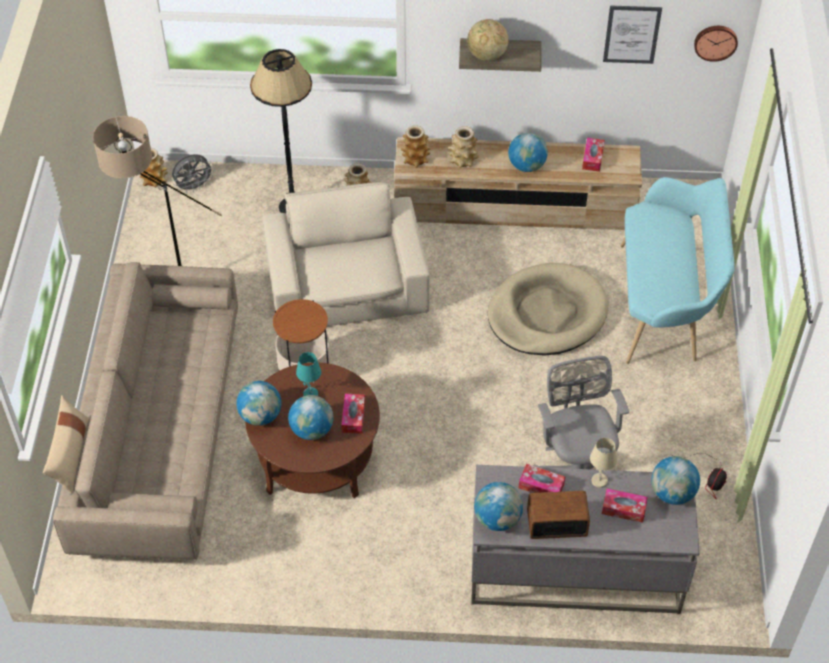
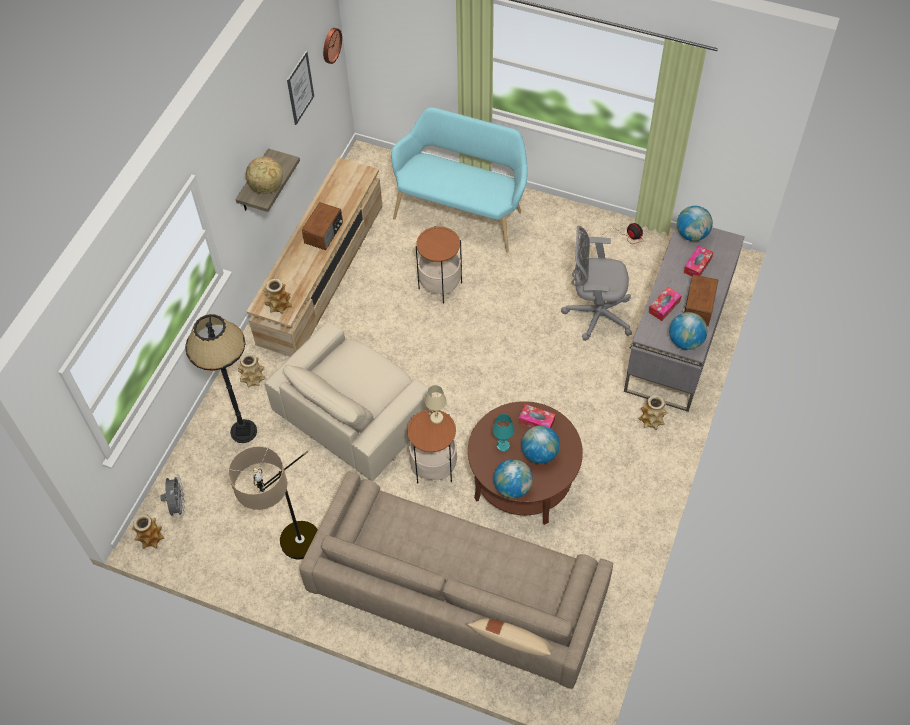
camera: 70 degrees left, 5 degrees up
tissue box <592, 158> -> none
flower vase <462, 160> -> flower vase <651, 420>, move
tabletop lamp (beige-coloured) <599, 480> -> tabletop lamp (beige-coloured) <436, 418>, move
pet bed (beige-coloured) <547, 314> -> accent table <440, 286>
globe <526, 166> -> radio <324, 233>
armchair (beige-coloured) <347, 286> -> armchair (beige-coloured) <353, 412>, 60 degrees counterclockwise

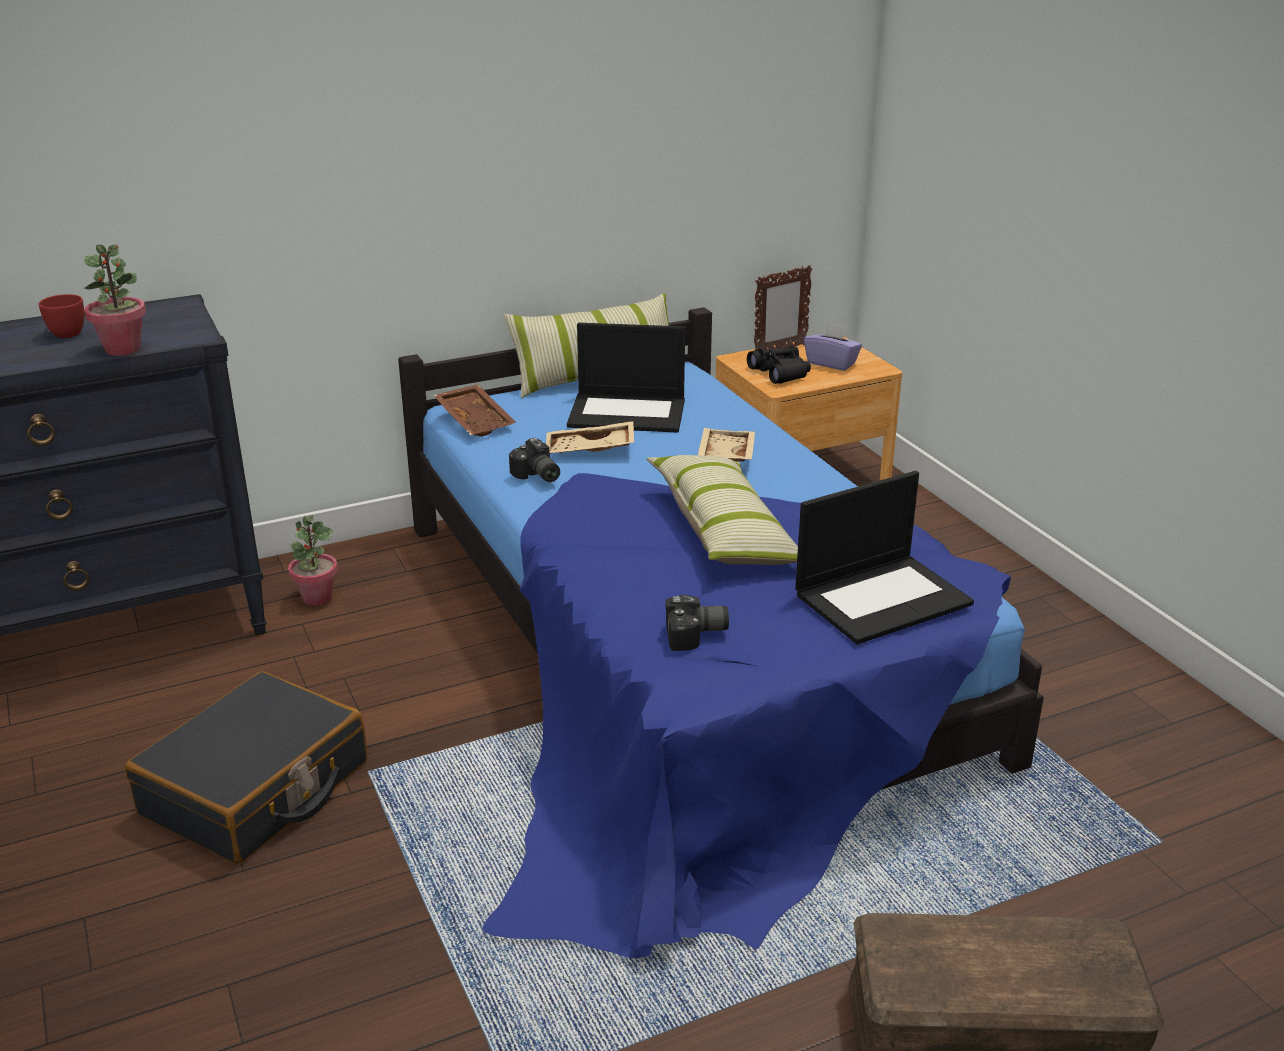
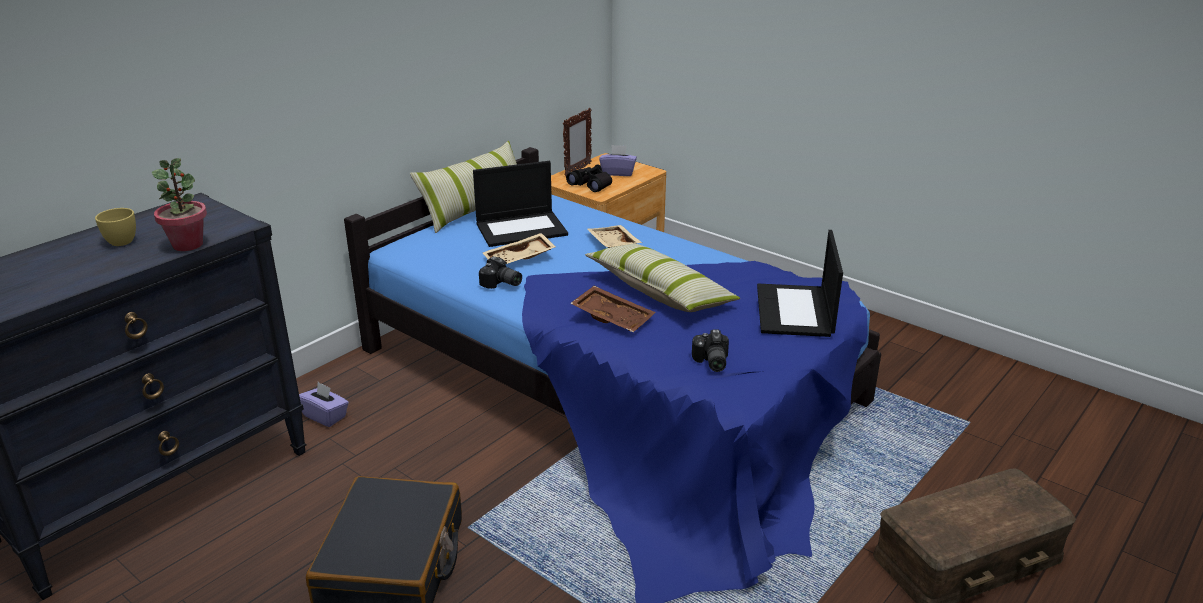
camera: 25 degrees left, 0 degrees up
carrying tray (brown) <476, 420> -> carrying tray (brown) <613, 317>, move
houseplant <317, 597> -> tissue box (purple) <325, 416>
drinking cup (reddish) <65, 332> -> drinking cup (yellow-coloured) <118, 241>
photo camera <697, 636> -> photo camera <710, 362>, 120 degrees clockwise
portable computer <883, 598> -> portable computer <795, 311>, 150 degrees clockwise

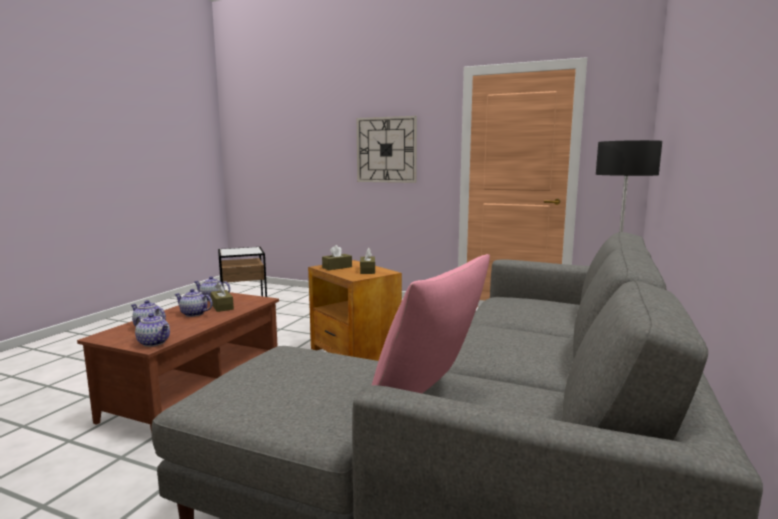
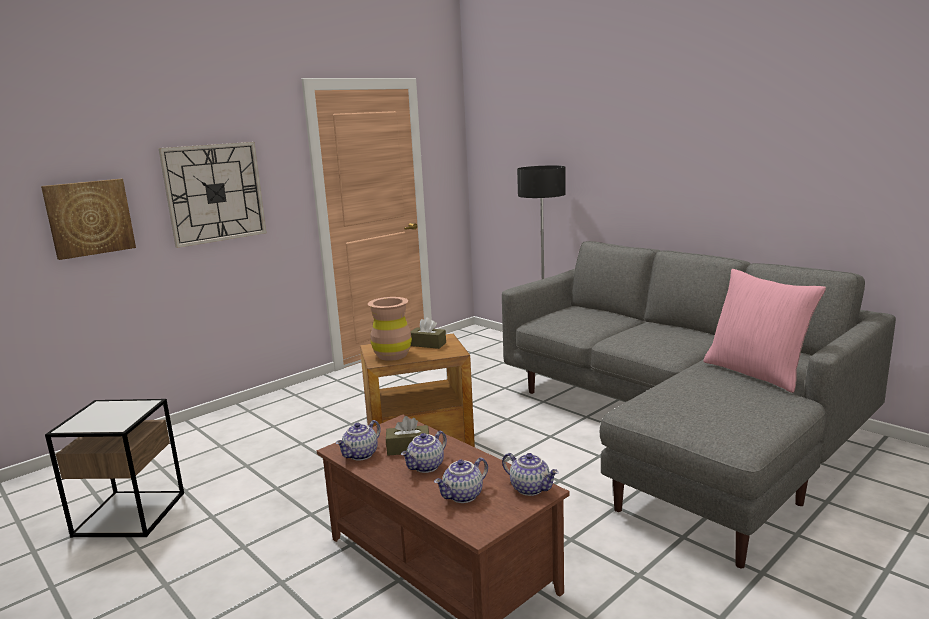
camera: 65 degrees left, 5 degrees up
none -> wall art <89, 218>
tissue box (brown) <337, 267> -> flower vase (brown) <392, 355>
pot for tea <155, 342> -> pot for tea <531, 488>, 75 degrees clockwise

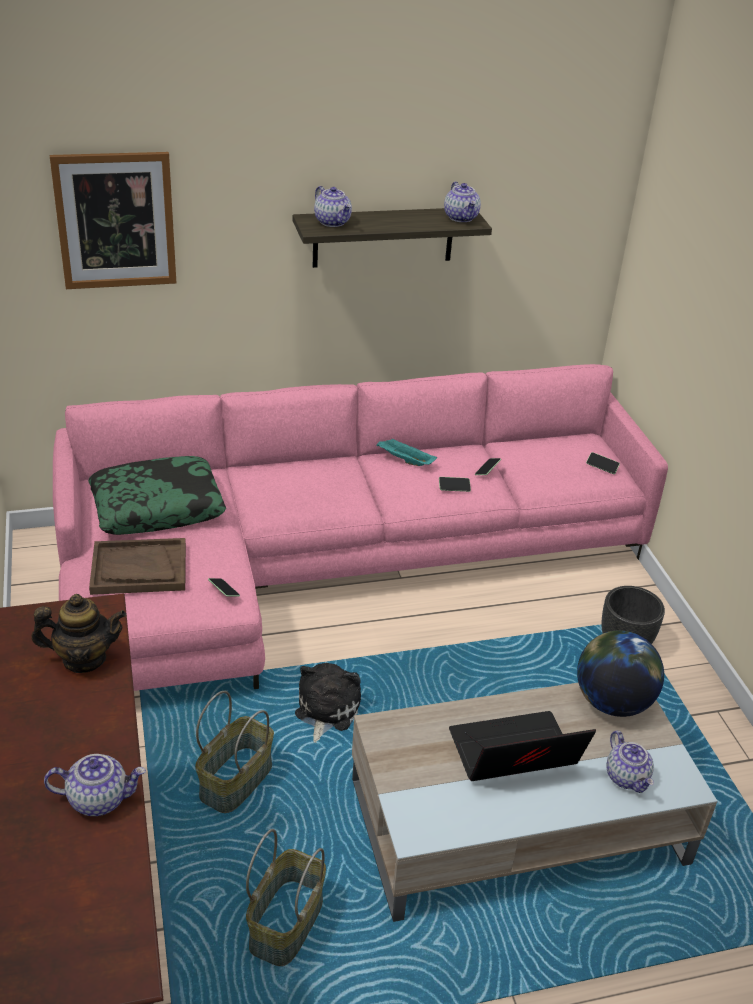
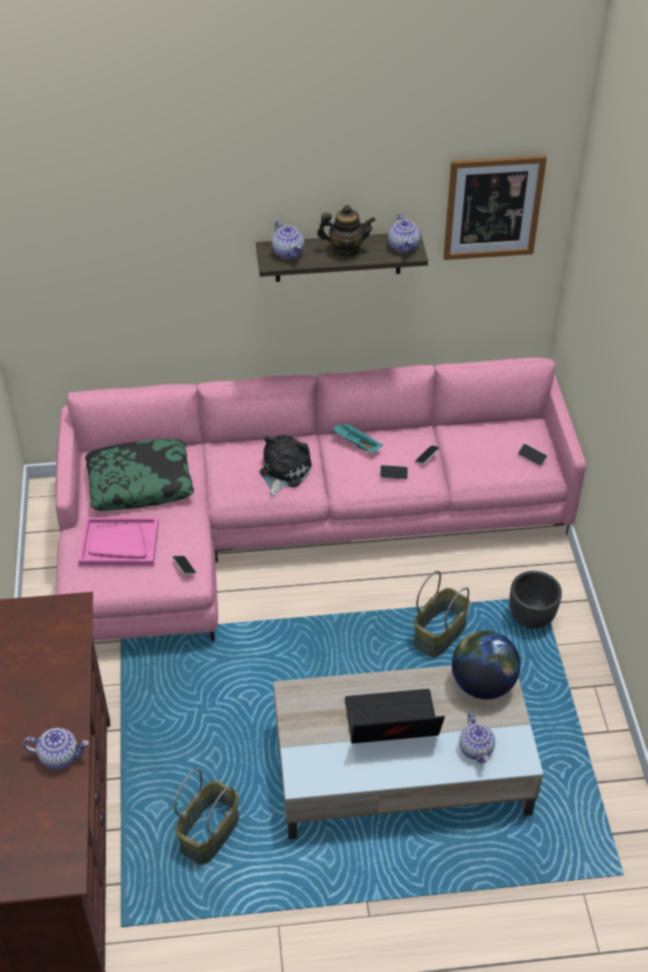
camera: 10 degrees right, 10 degrees up
pot for tea <84, 659> -> pot for tea <346, 249>, move
wall art <115, 221> -> wall art <493, 207>, move
basket <235, 780> -> basket <439, 633>, move
soft toy <325, 711> -> soft toy <283, 472>, move
carrying tray (brown) <139, 569> -> carrying tray (pinkish) <119, 543>

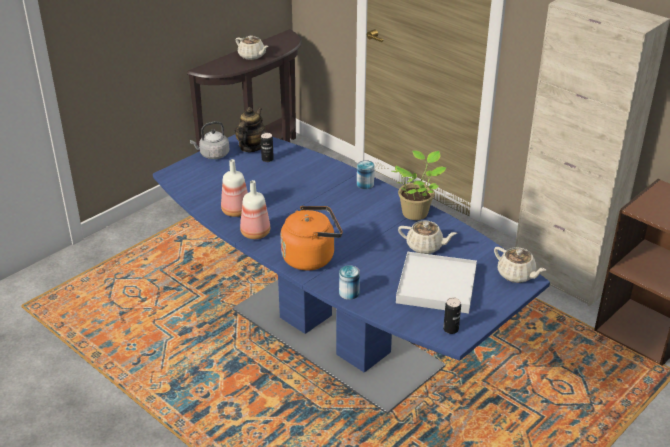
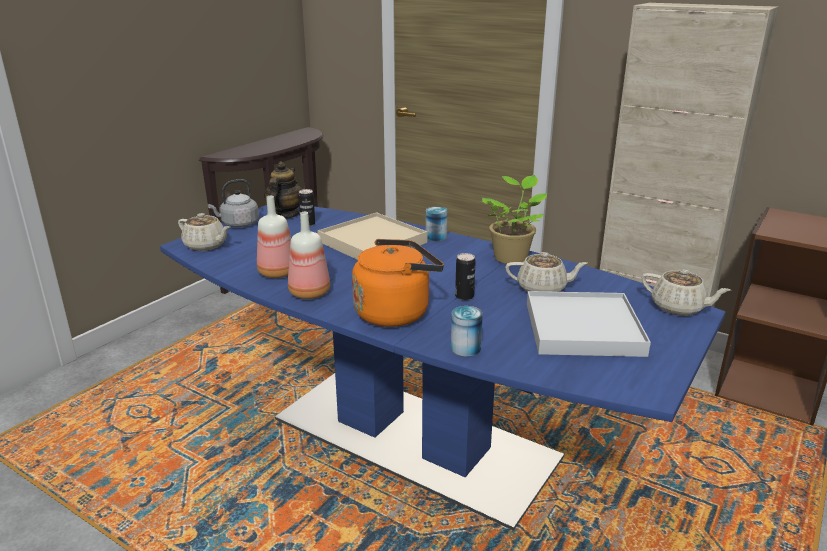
camera: 10 degrees left, 10 degrees down
none -> carrying tray (beige-coloured) <373, 242>
pot for tea (beige-coloured) <252, 56> -> pot for tea (beige-coloured) <206, 246>, move
sealed can <451, 329> -> sealed can <464, 296>, move

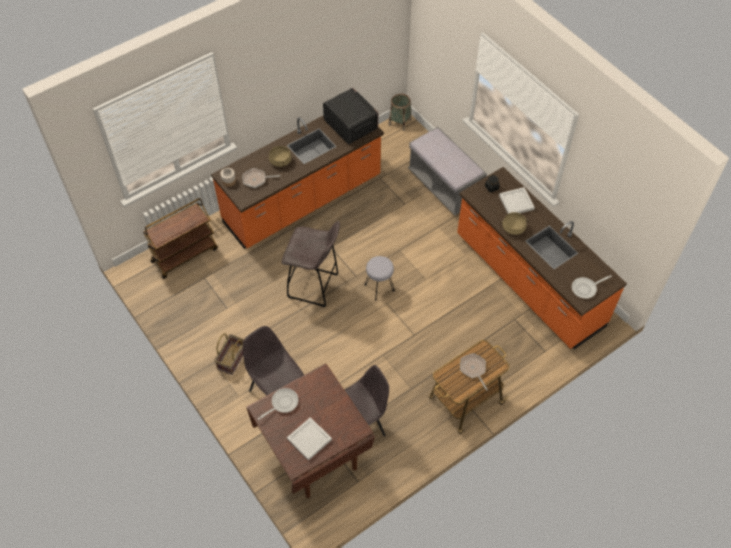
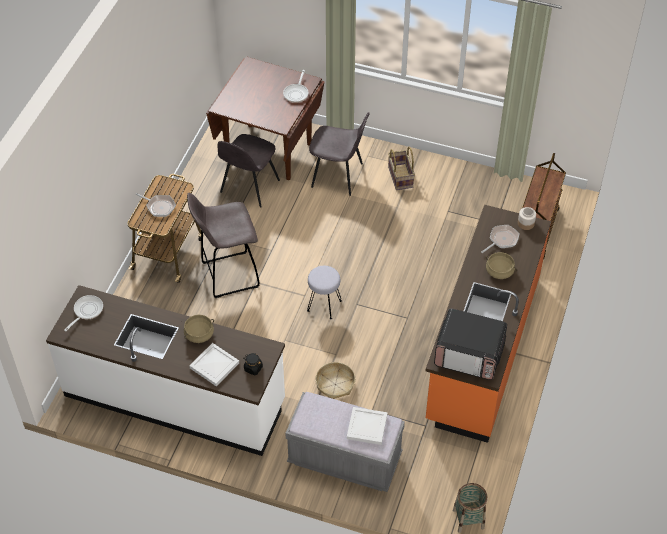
camera: 145 degrees right, 5 degrees down
none -> basket <335, 384>
stool seat (gray) <314, 286> -> stool seat (gray) <228, 275>, move
carrying tray (whitish) <309, 440> -> carrying tray (whitish) <366, 426>, move
kitchen base unit (orange-coloured) <528, 281> -> kitchen base unit (whitish) <175, 398>

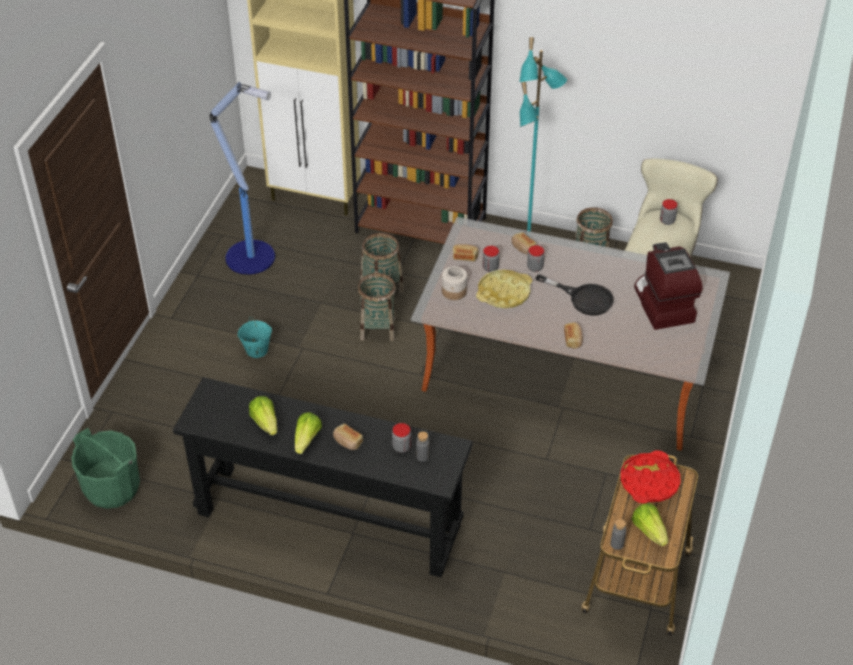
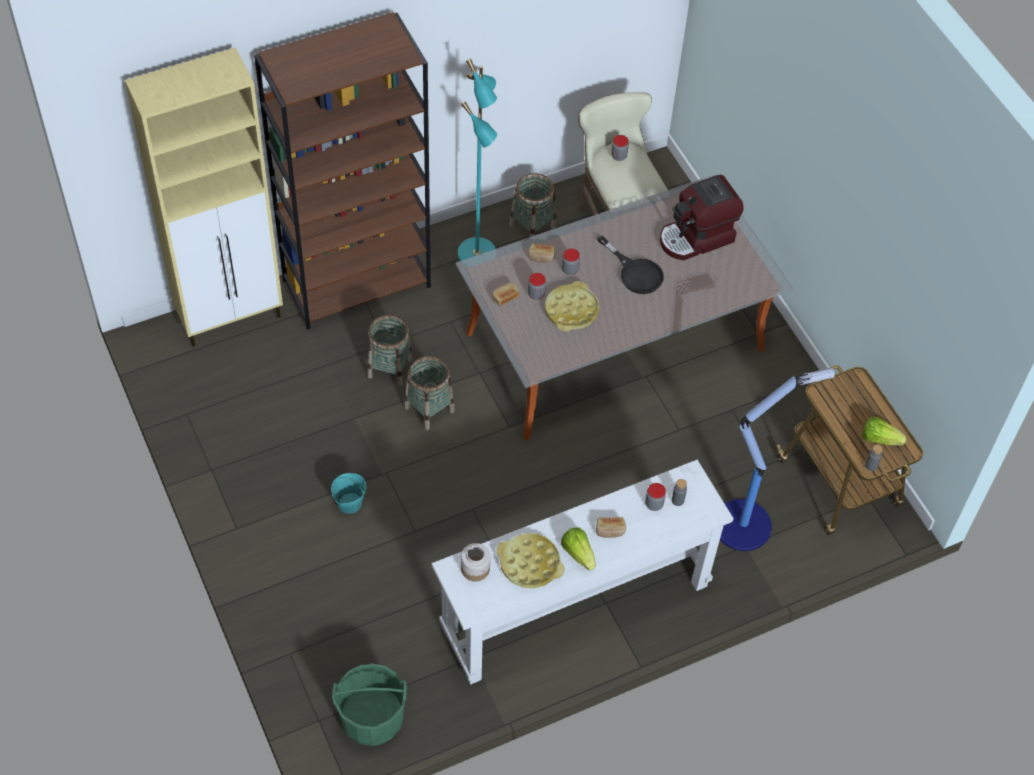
camera: 45 degrees left, 10 degrees up
baked bread <573, 339> -> none
carrying tray (reddish) <649, 481> -> none
floor lamp <252, 258> -> floor lamp <744, 524>, move
jar <454, 291> -> jar <475, 569>, move
lettuce <265, 422> -> carrying tray (yellow-coloured) <529, 564>
narrow table (blackish) <328, 519> -> narrow table (whitish) <575, 606>
pan (blackish) <584, 298> -> pan (blackish) <635, 273>, 60 degrees clockwise
coffee machine <662, 304> -> coffee machine <696, 238>, 60 degrees counterclockwise

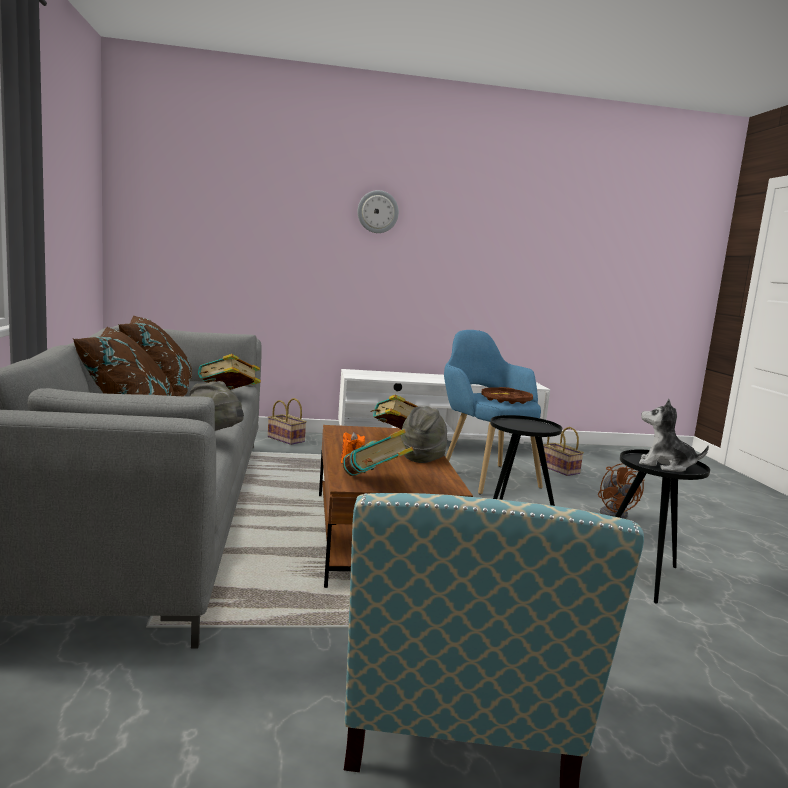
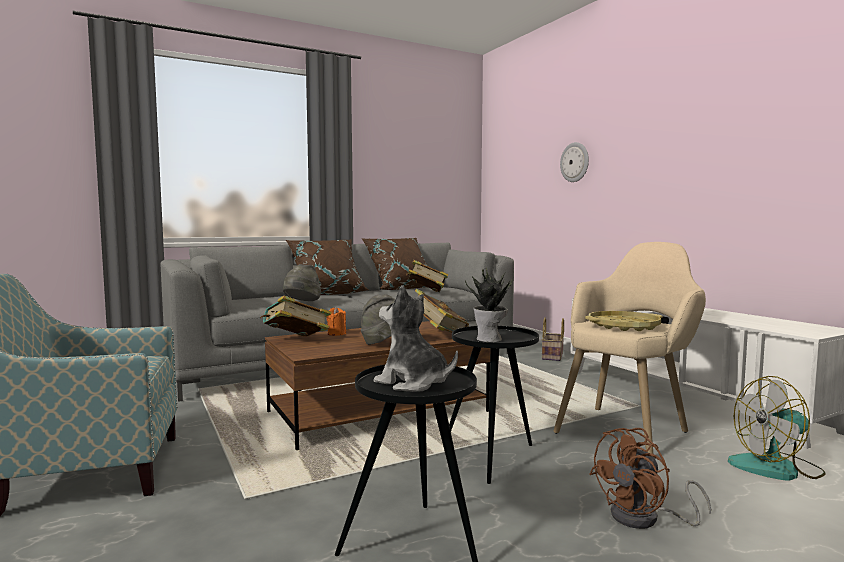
camera: 70 degrees right, 5 degrees down
none -> houseplant <490, 339>
hanging clock <378, 212> -> hanging clock <575, 162>, move
basket <560, 469> -> electric fan <776, 468>
armchair (bluish) <483, 475> -> armchair (beige-coloured) <628, 427>
carrying tray (brown) <506, 400> -> carrying tray (yellow-coloured) <623, 326>
soft toy <665, 465> -> soft toy <413, 383>, 60 degrees counterclockwise

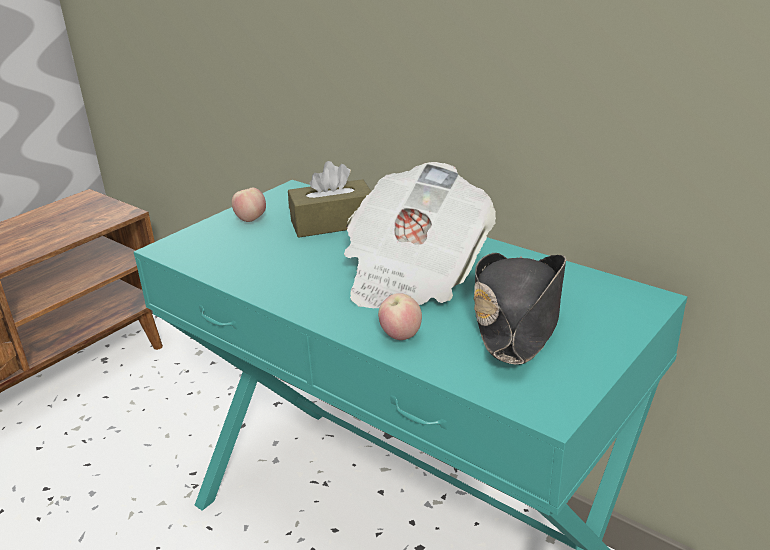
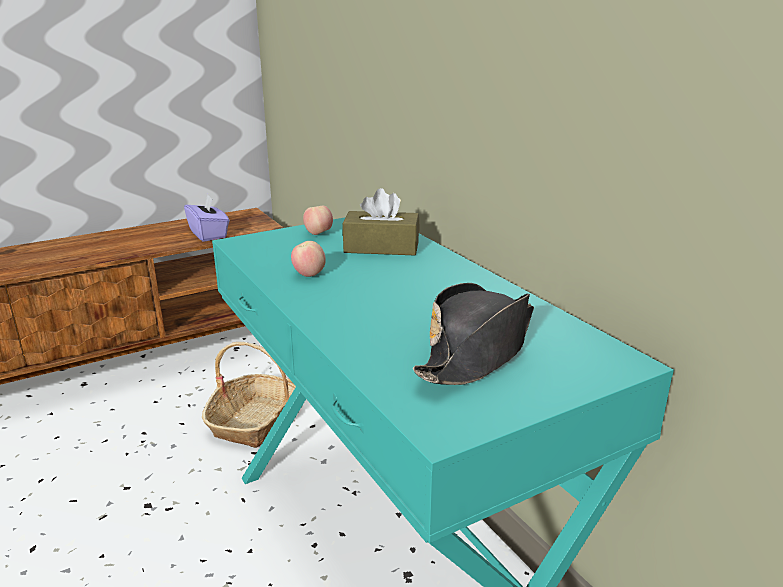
camera: 20 degrees right, 5 degrees down
daily paper <412, 273> -> none
none -> tissue box (purple) <209, 234>
none -> basket <256, 420>
apple fruit <400, 336> -> apple fruit <309, 274>, move

